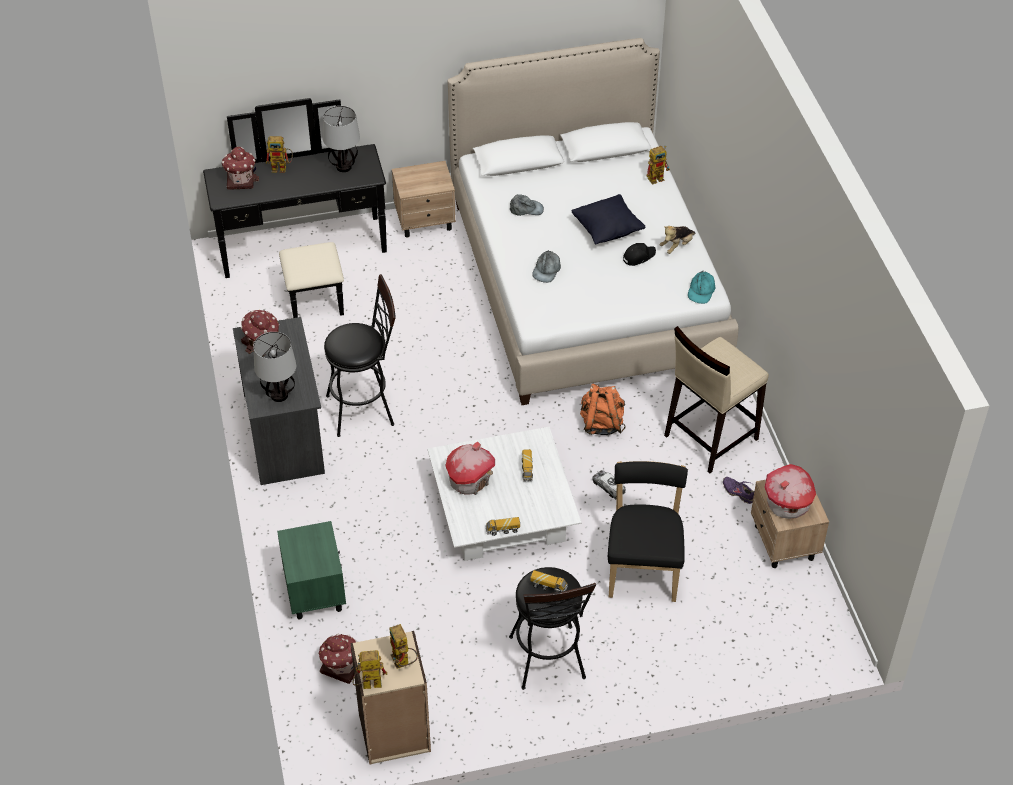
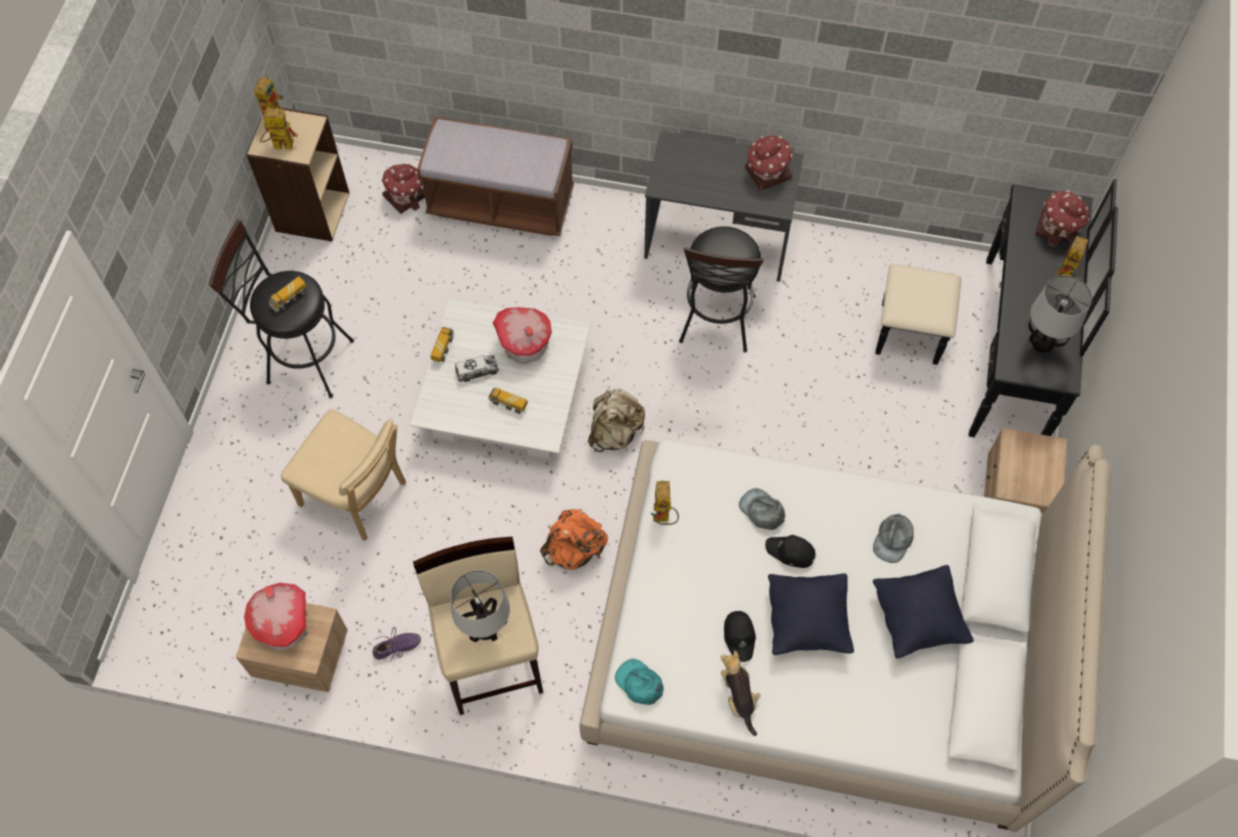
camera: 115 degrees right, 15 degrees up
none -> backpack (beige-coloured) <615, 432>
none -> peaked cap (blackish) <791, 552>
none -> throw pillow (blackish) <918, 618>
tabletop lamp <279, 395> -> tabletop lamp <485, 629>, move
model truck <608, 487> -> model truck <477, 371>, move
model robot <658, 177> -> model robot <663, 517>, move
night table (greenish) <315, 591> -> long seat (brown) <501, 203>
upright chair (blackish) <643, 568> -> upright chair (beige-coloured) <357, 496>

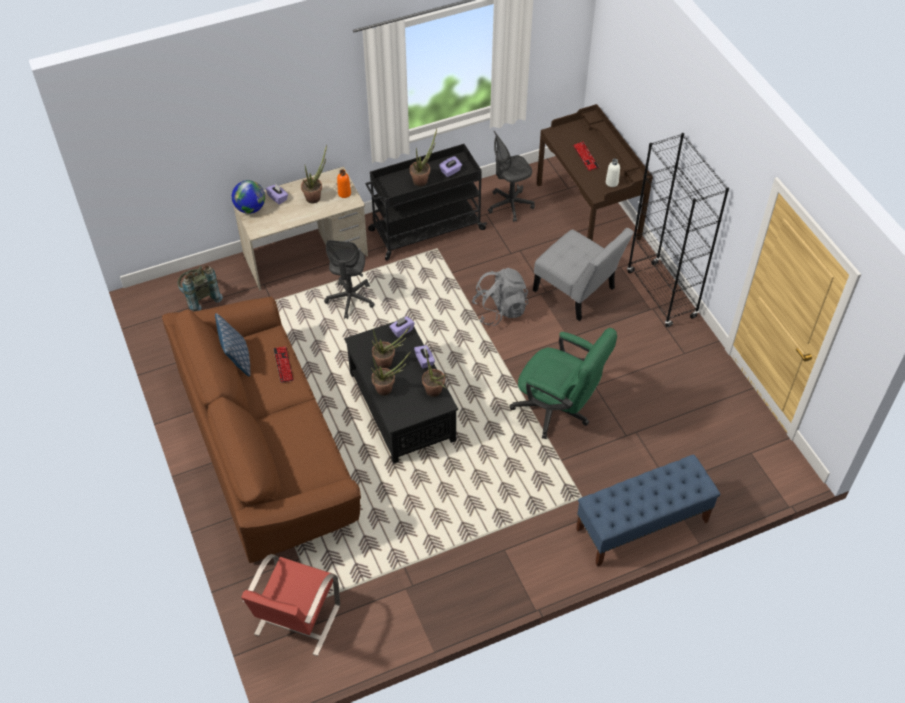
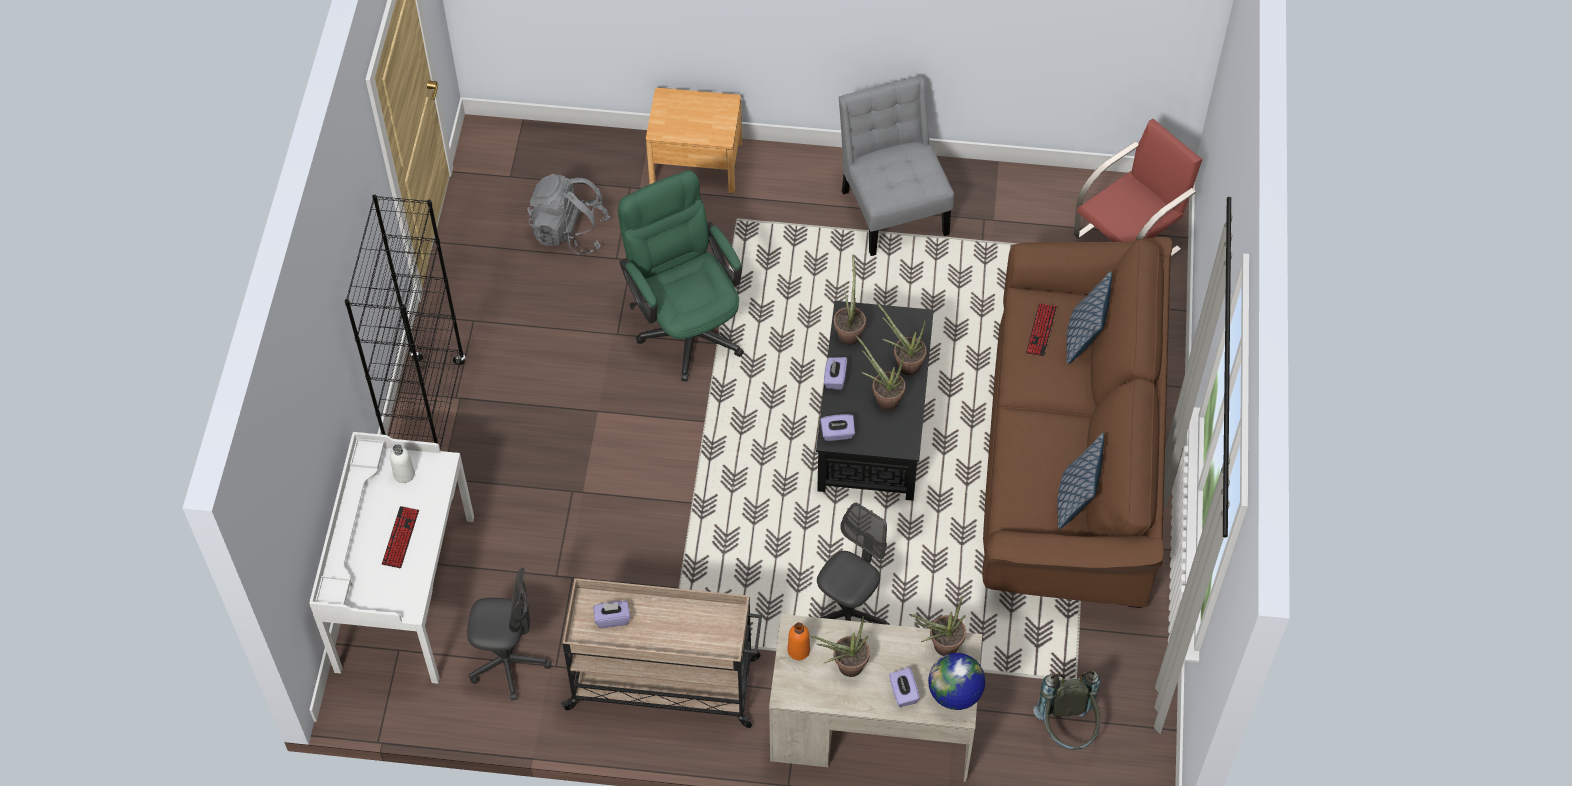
camera: 150 degrees left, 5 degrees up
none -> throw pillow <1084, 337>
computer keyboard <283, 365> -> computer keyboard <1041, 330>, move
houseplant <422, 179> -> houseplant <940, 647>, move
backpack (gray) <500, 310> -> backpack (gray) <569, 232>, move
upright chair (gray) <577, 292> -> upright chair (gray) <893, 207>, move
long seat (bluish) <641, 525> -> night table (brown) <696, 163>
cart (blackish) <425, 230> -> cart (beige-coloured) <665, 683>
desk unit (brown) <588, 211> -> desk unit (whitish) <404, 592>

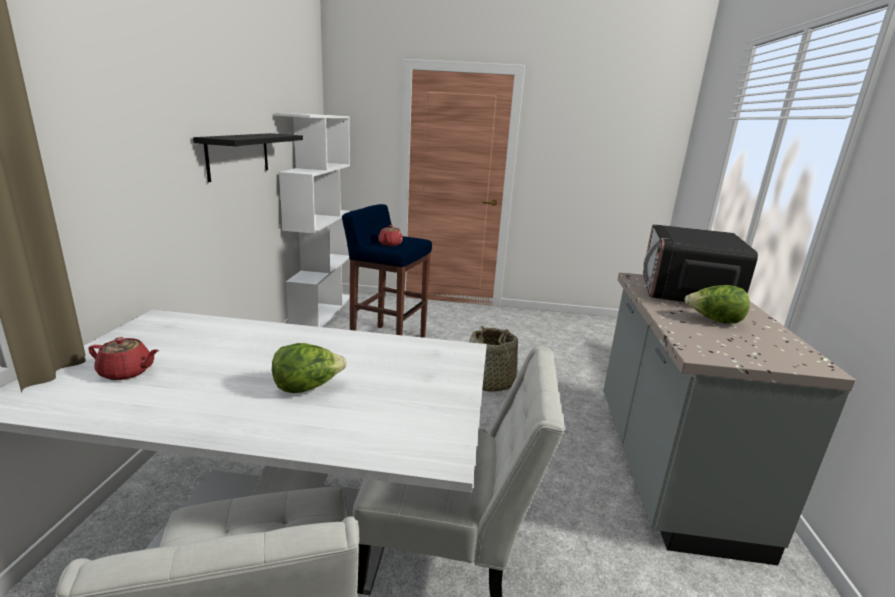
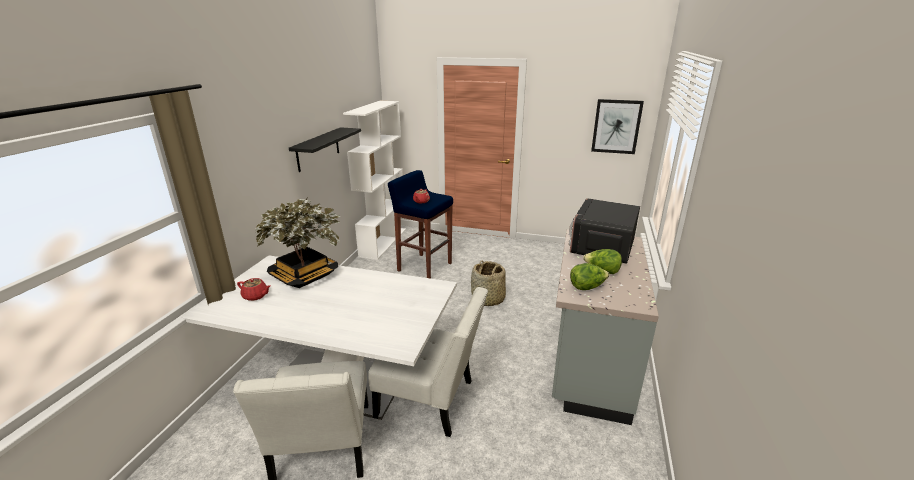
camera: 10 degrees right, 5 degrees up
none -> houseplant <304, 276>
none -> wall art <616, 126>
lettuce <307, 387> -> lettuce <587, 287>, move

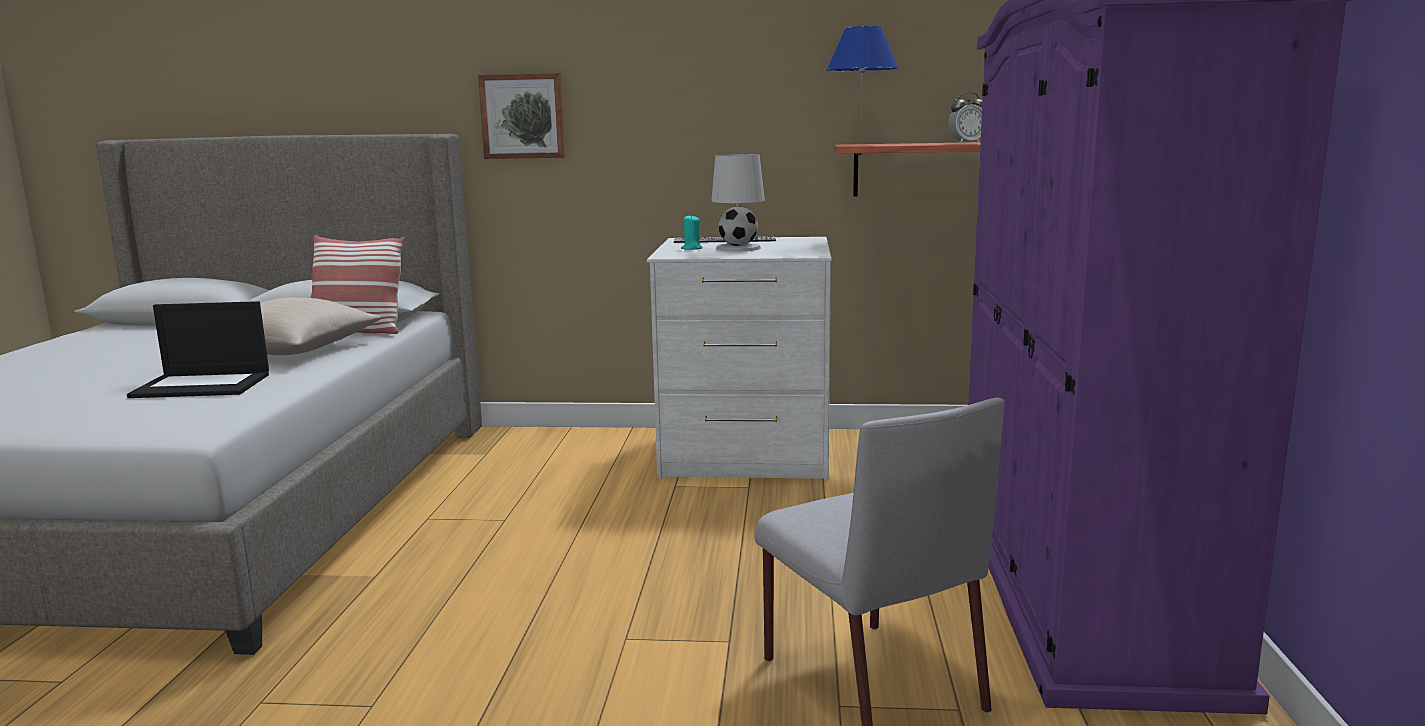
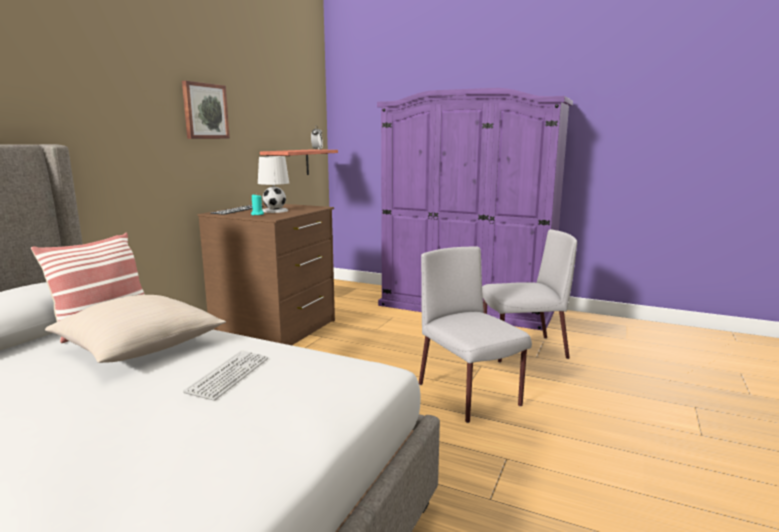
camera: 70 degrees left, 0 degrees up
tabletop lamp (bluish) <861, 145> -> none
none -> upright chair (gray) <469, 395>
wall art <523, 116> -> wall art <205, 111>, move
portable computer <204, 385> -> computer keyboard <229, 375>
drawer chest (whitish) <745, 454> -> drawer chest (brown) <276, 330>

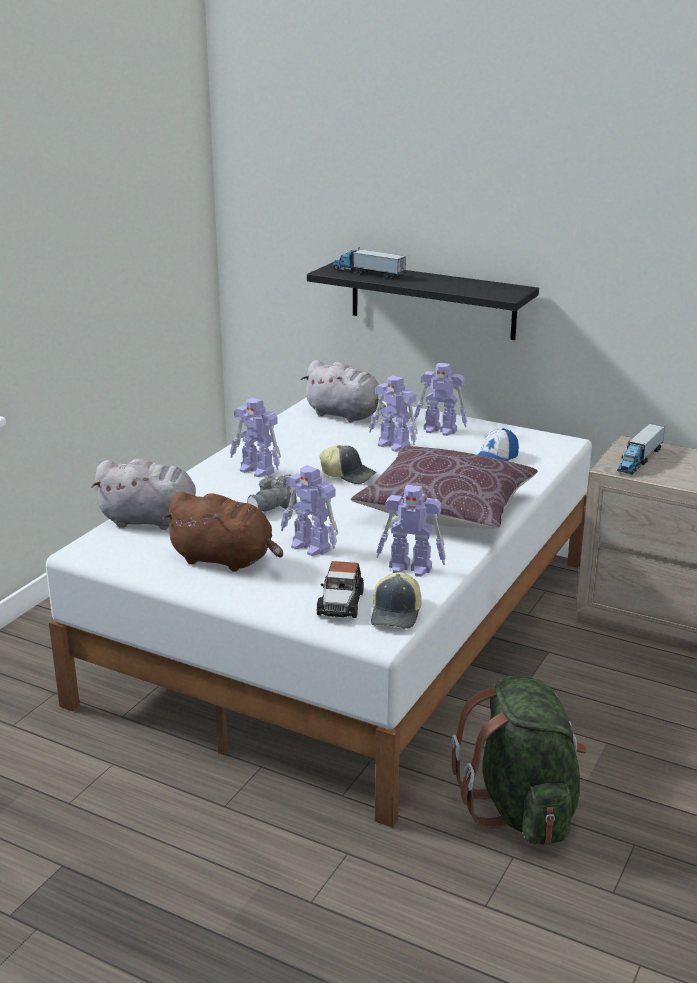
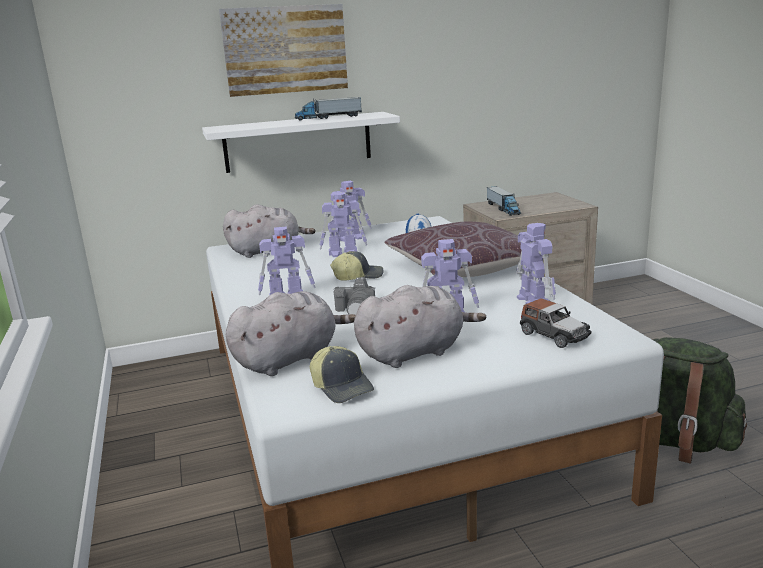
camera: 45 degrees left, 5 degrees down
none -> wall art <285, 50>
model truck <367, 273> -> model truck <328, 117>, move
peaked cap <397, 614> -> peaked cap <342, 387>, move
soft toy (brown) <225, 560> -> soft toy (gray) <414, 352>
bracket shelf (blackish) <432, 300> -> bracket shelf (whitish) <298, 142>
model robot <411, 568> -> model robot <532, 300>, 75 degrees counterclockwise

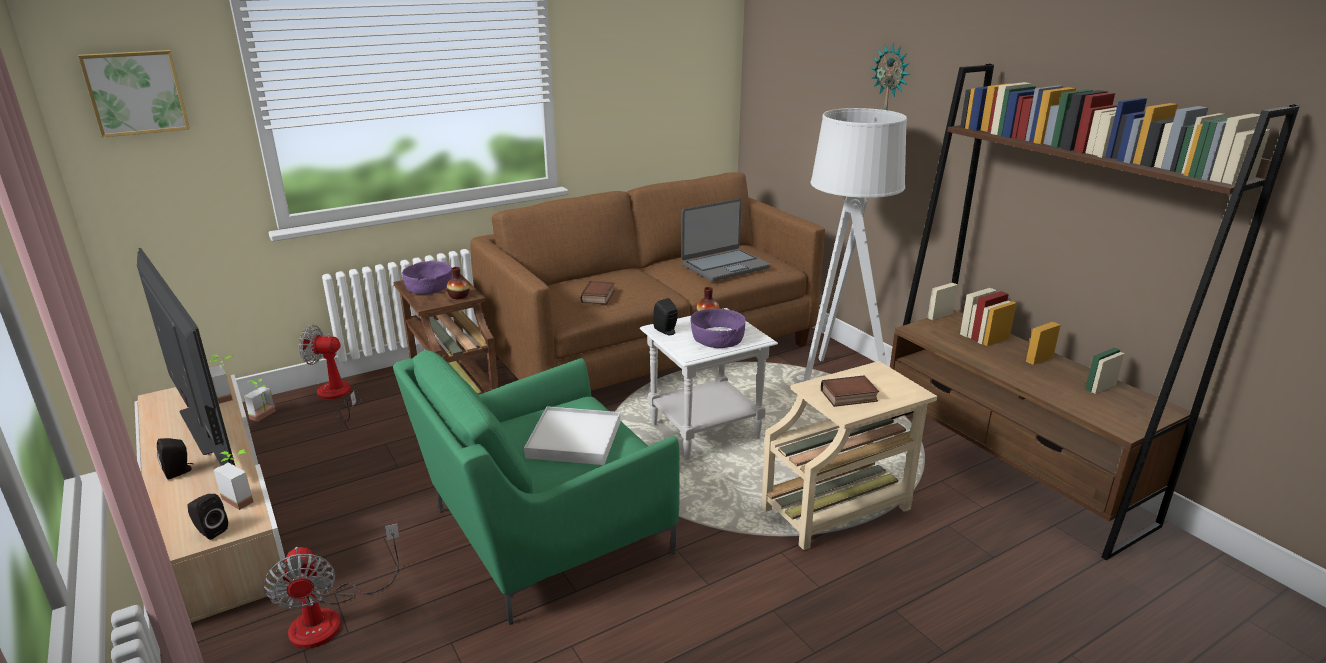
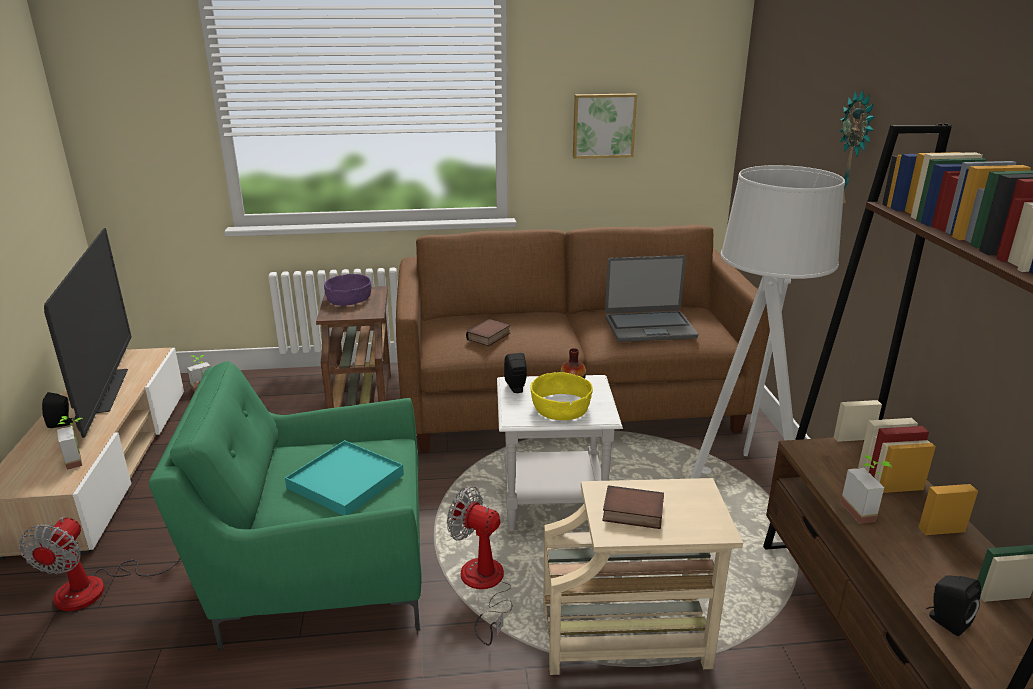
camera: 25 degrees right, 0 degrees up
flower vase <459, 296> -> none
wall art <136, 92> -> wall art <603, 125>, move
speaker (blackish) <210, 531> -> speaker (blackish) <946, 621>, move
houseplant <229, 395> -> houseplant <864, 511>, move
electric fan <337, 396> -> electric fan <484, 587>, move
carrying tray (whitish) <574, 439> -> carrying tray (turquoise) <345, 481>
serving bowl (purple) <716, 337> -> serving bowl (yellow-coloured) <560, 406>

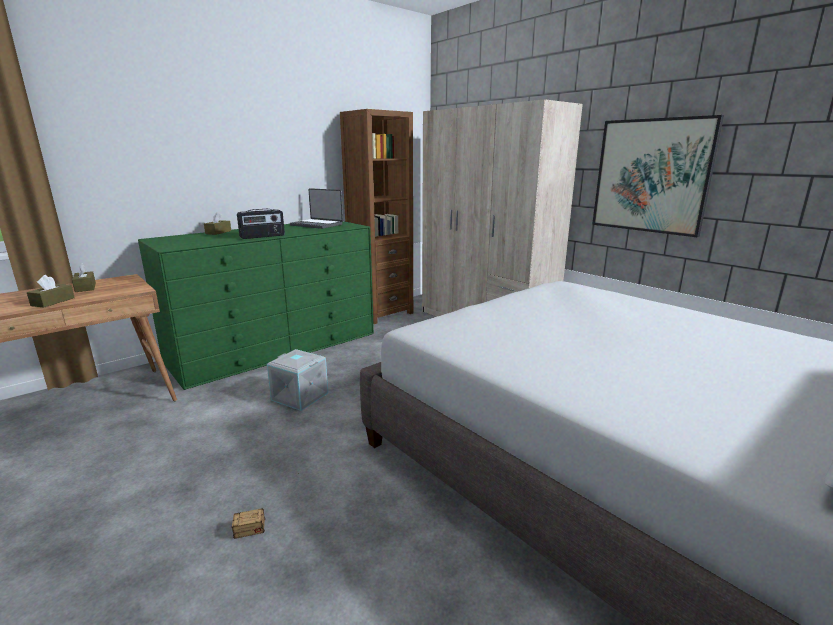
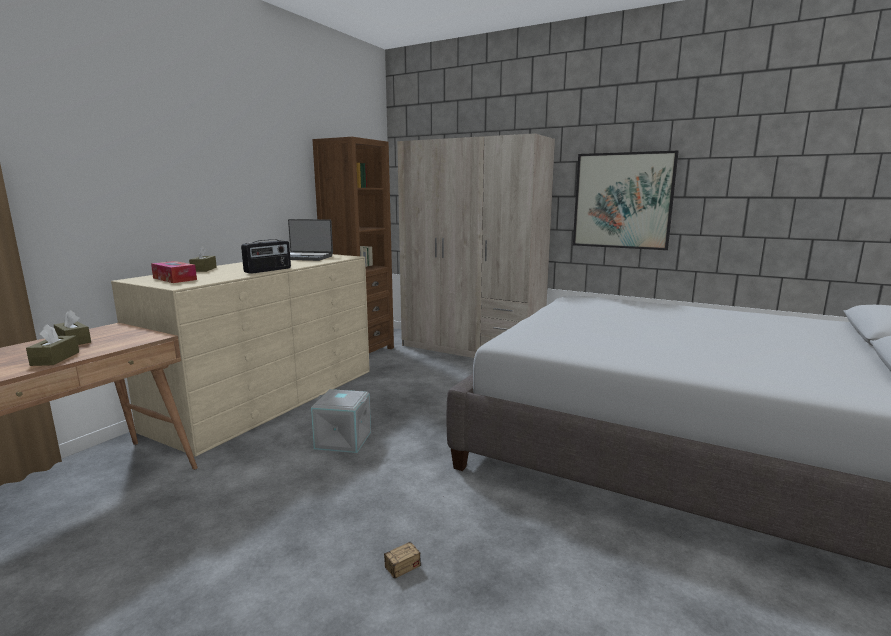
camera: 20 degrees left, 5 degrees down
none -> tissue box <174, 279>
drawer chest (greenish) <276, 347> -> drawer chest (beige-coloured) <270, 398>

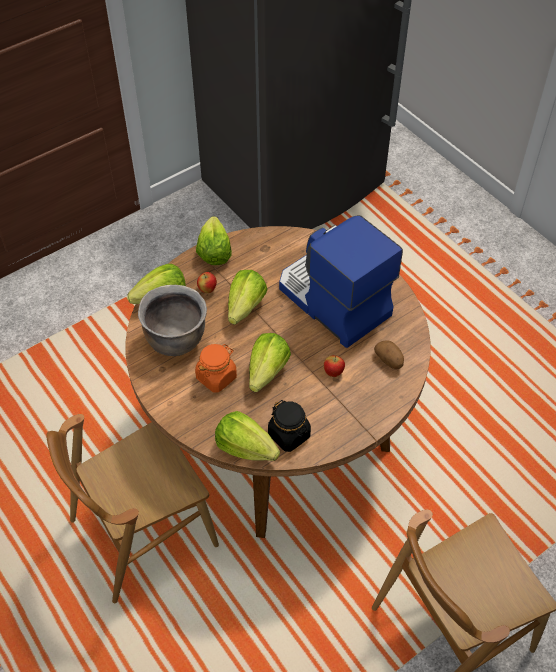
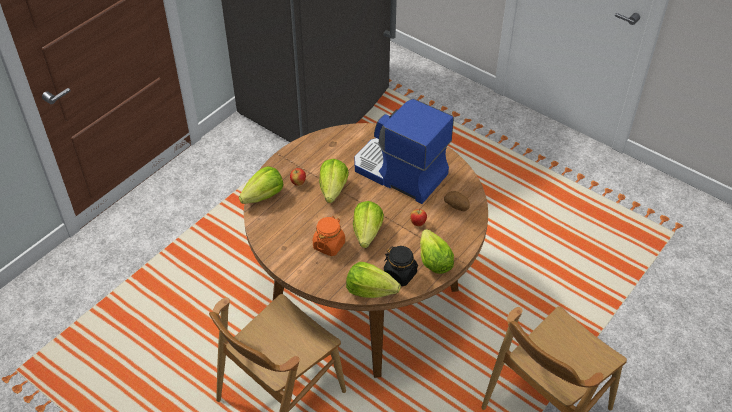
camera: 15 degrees left, 5 degrees down
saucepot (brown) <176, 339> -> none
lettuce <214, 251> -> lettuce <433, 261>, move

